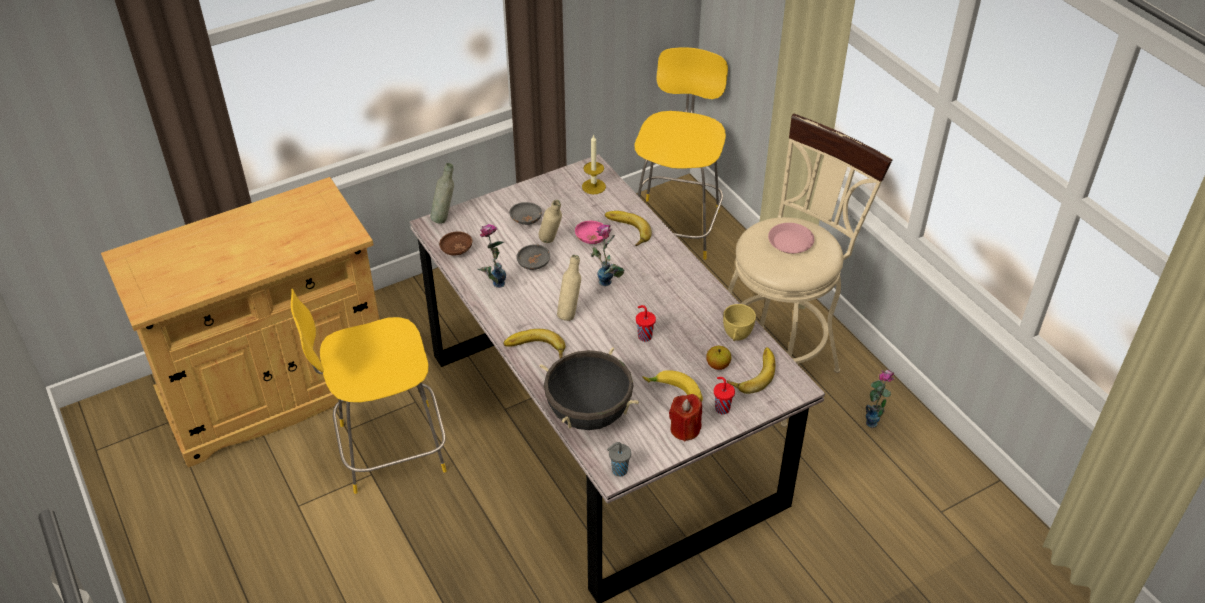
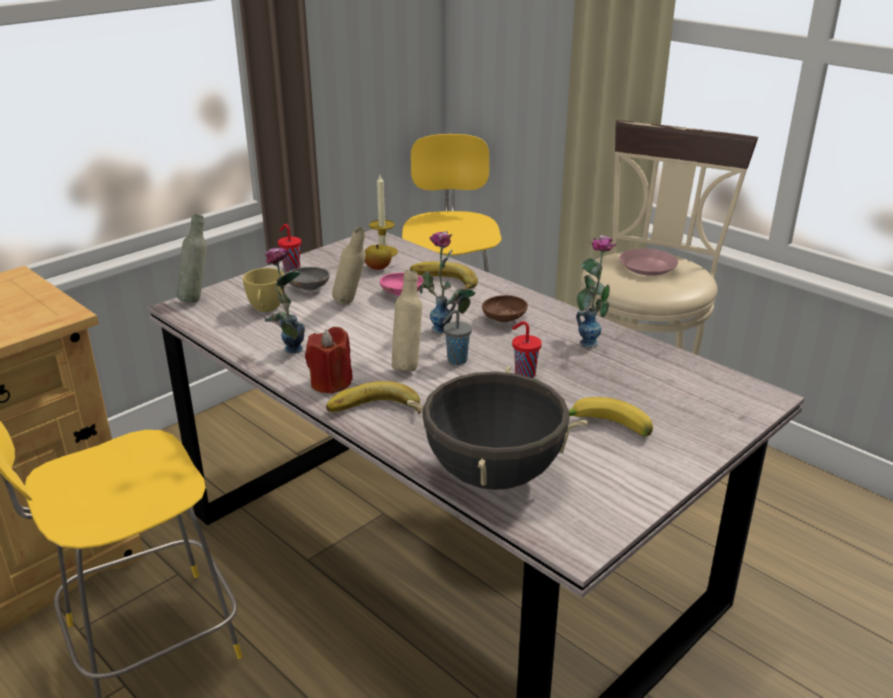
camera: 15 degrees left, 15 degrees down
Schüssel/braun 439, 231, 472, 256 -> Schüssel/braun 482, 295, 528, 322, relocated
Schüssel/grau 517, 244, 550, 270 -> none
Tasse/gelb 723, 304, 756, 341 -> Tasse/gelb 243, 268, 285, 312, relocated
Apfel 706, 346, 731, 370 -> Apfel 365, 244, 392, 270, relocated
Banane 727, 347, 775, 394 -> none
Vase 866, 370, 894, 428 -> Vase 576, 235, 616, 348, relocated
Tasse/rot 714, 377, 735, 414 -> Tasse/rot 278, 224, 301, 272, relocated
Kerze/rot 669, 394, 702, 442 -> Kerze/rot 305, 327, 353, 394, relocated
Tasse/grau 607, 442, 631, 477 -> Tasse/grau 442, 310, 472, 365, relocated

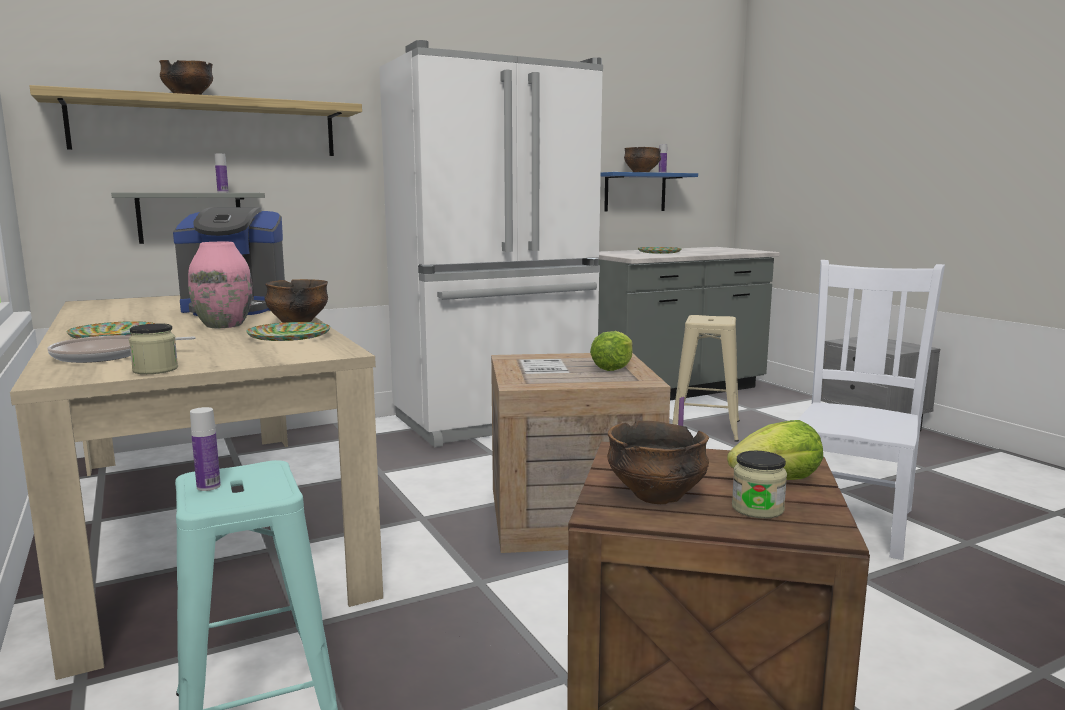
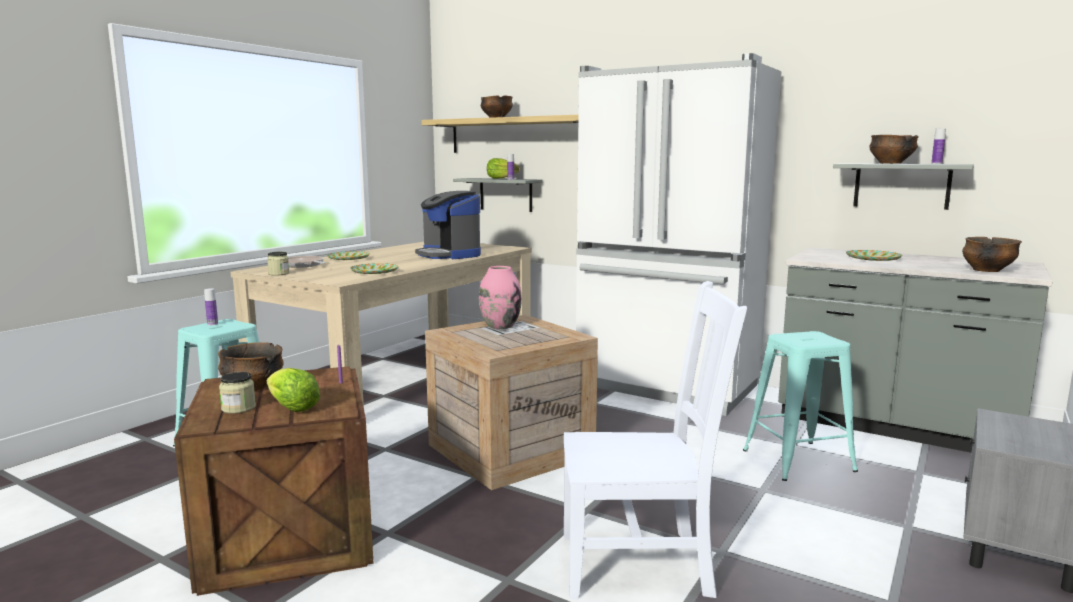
camera: 60 degrees right, 0 degrees up
Wandregal/blau 601, 172, 698, 212 -> Wandregal/grau 833, 163, 974, 210
Vase/rosa 188, 242, 253, 328 -> Vase/rosa 479, 266, 522, 329, relocated
Schüssel 265, 279, 328, 323 -> Schüssel 962, 237, 1022, 272, relocated
Hocker/beige 672, 315, 740, 442 -> Hocker/türkis 743, 331, 858, 481
Salatkopf 590, 331, 633, 371 -> Salatkopf 487, 158, 520, 179, relocated

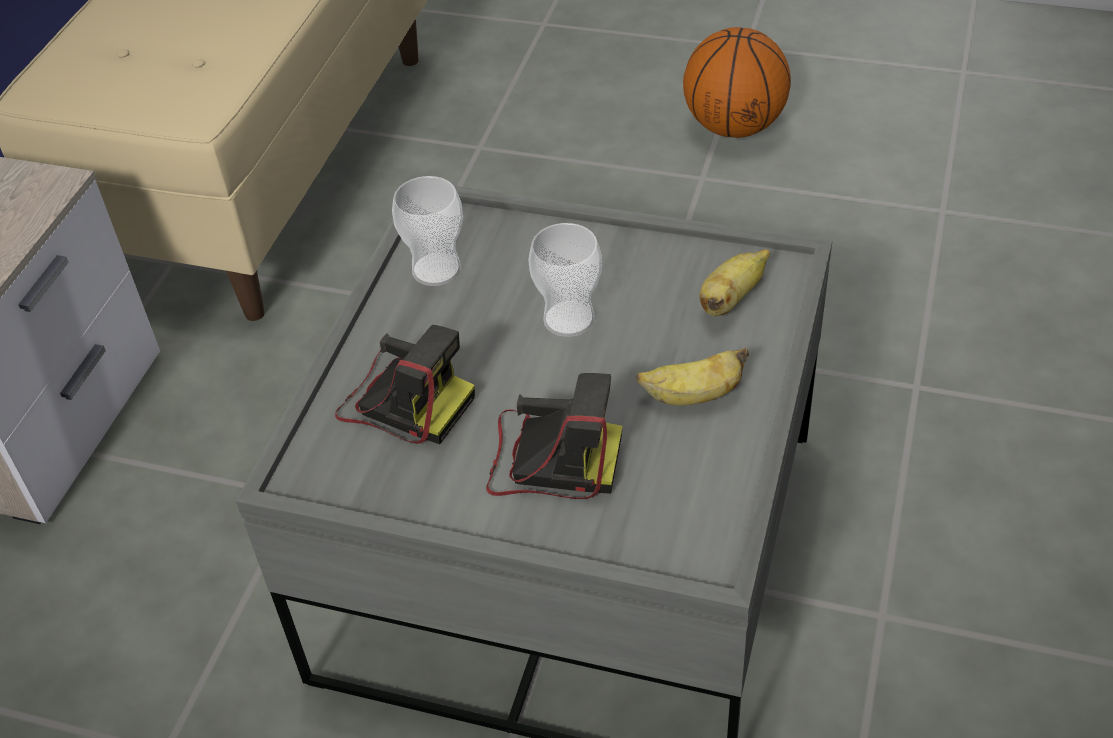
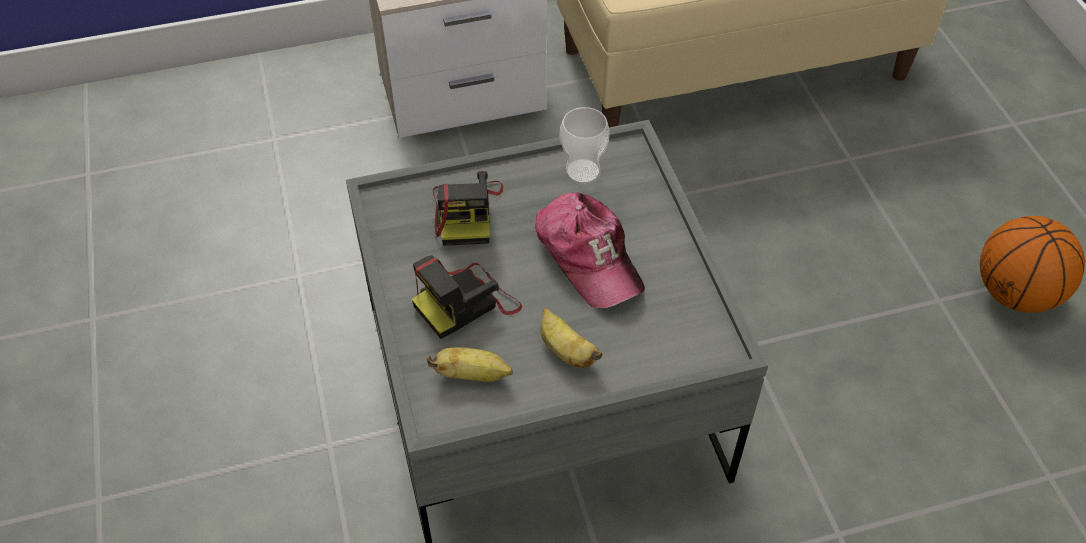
camera: 55 degrees right, 5 degrees up
Tasse 528, 223, 602, 337 -> Kappe 535, 193, 645, 308
Banane 699, 249, 770, 316 -> Banane 427, 347, 513, 382, relocated
Kamera 486, 373, 623, 499 -> Kamera 412, 255, 522, 339, 75 degrees clockwise

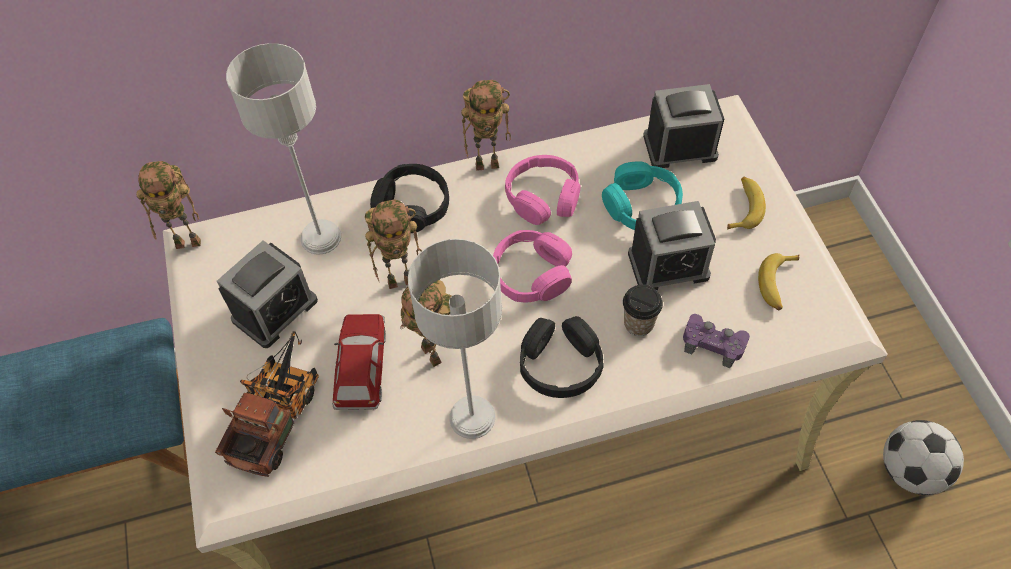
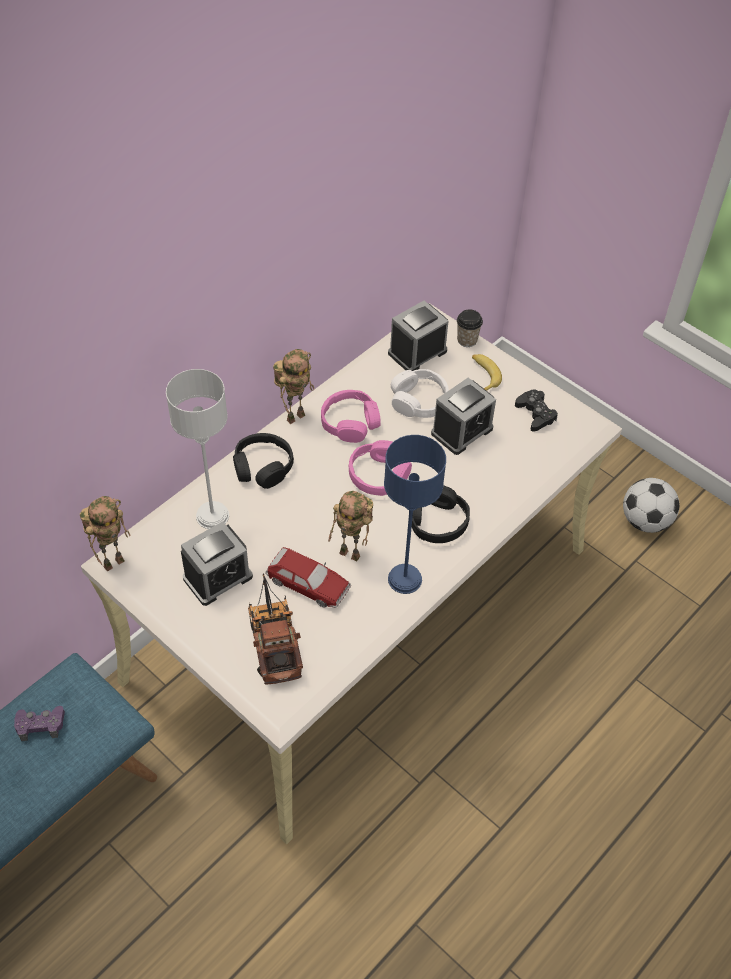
camera: 35 degrees left, 5 degrees down
Kopfhörer/türkis 602, 161, 683, 230 -> Kopfhörer/weiß 391, 369, 449, 418
Spielzeugroboter 365, 199, 422, 289 -> none
Tischlampe/grau 408, 239, 502, 439 -> Tischlampe/blau 384, 435, 446, 594
Wecker 217, 240, 318, 348 -> Wecker 181, 521, 253, 606, 45 degrees clockwise
Banane 758, 253, 799, 311 -> Gamepad/schwarz 515, 390, 558, 432
Tasse 623, 284, 663, 336 -> Tasse 457, 309, 483, 347, relocated
Spielzeugauto 332, 314, 386, 410 -> Spielzeugauto 265, 547, 351, 608, 150 degrees clockwise
Gamepad/lila 683, 314, 750, 368 -> Gamepad/lila 14, 706, 65, 741, relocated

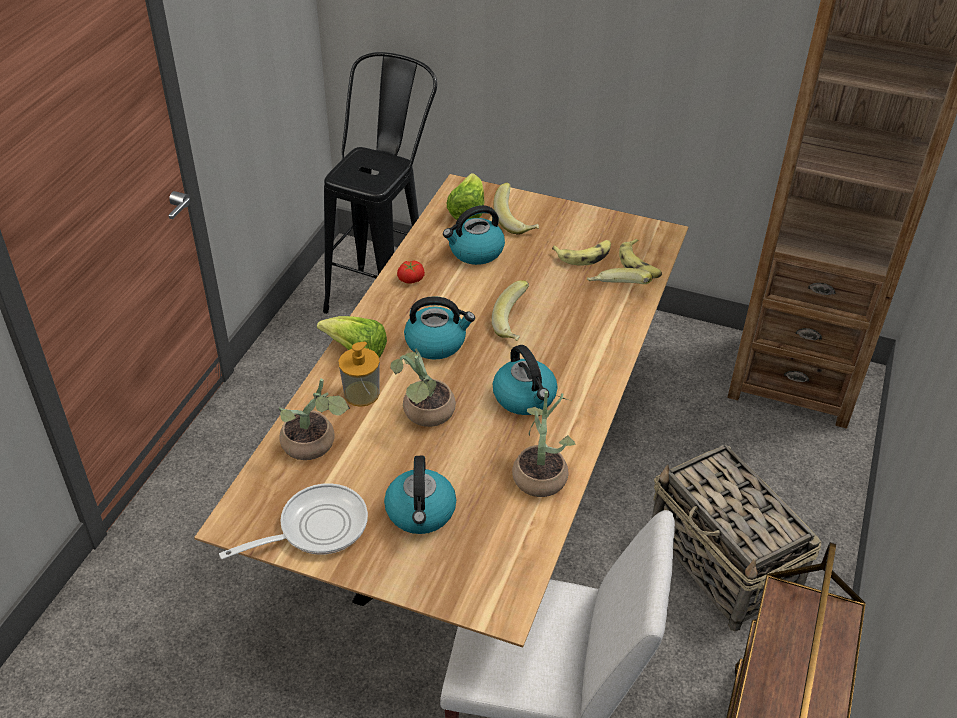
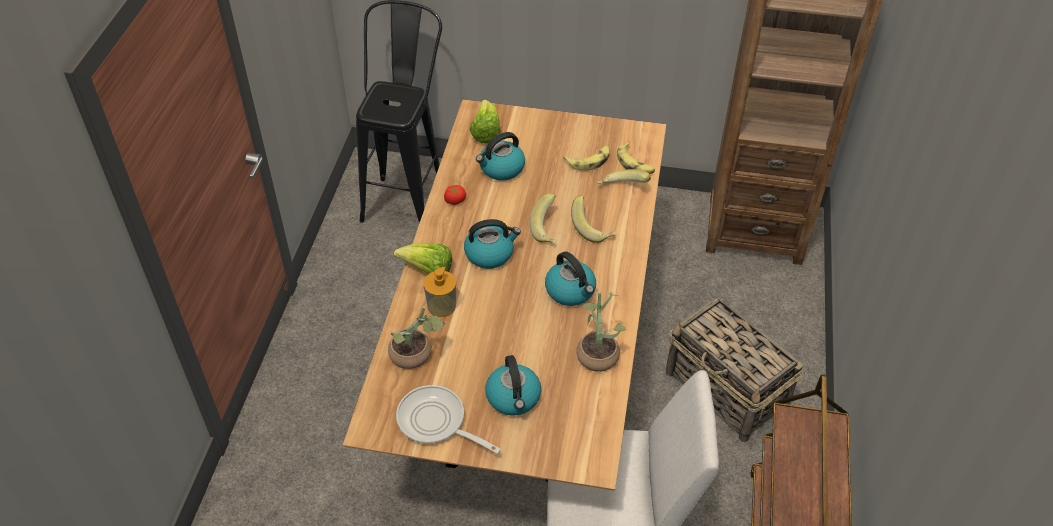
camera: 10 degrees left, 5 degrees up
Banane 493, 183, 539, 235 -> Banane 571, 195, 616, 243, relocated
Topfpflanze 390, 348, 456, 427 -> none
Pfanne 219, 483, 368, 559 -> Pfanne 396, 385, 501, 454, 105 degrees counterclockwise

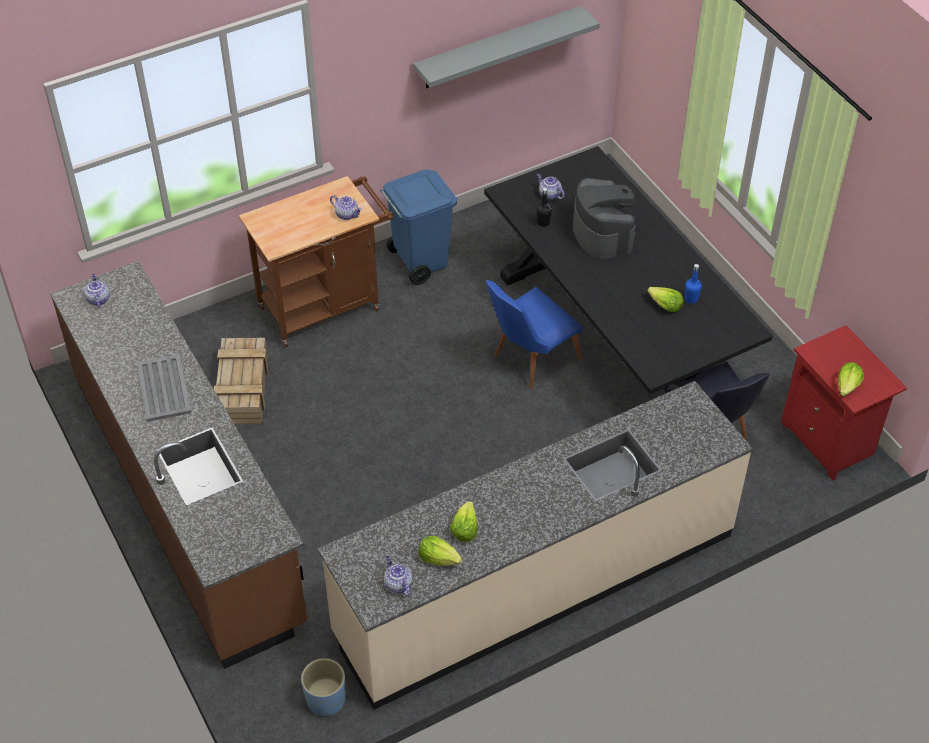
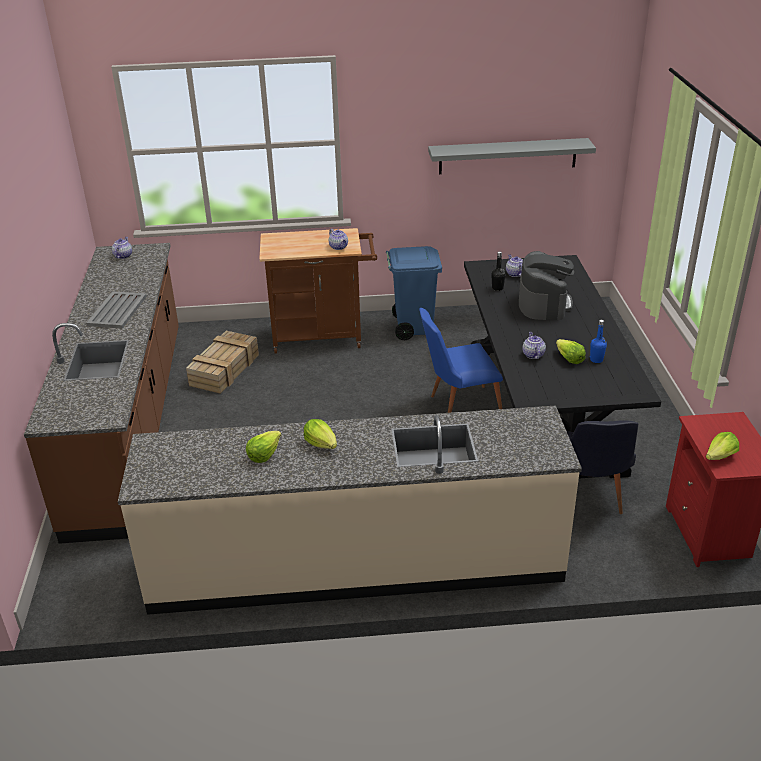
camera: 25 degrees right, 15 degrees down
Salatkopf 418, 536, 462, 565 -> Salatkopf 304, 419, 337, 449, relocated
Teekanne 384, 556, 413, 597 -> Teekanne 522, 332, 546, 359, relocated
Pflanzkübel/blau 301, 658, 346, 716 -> none

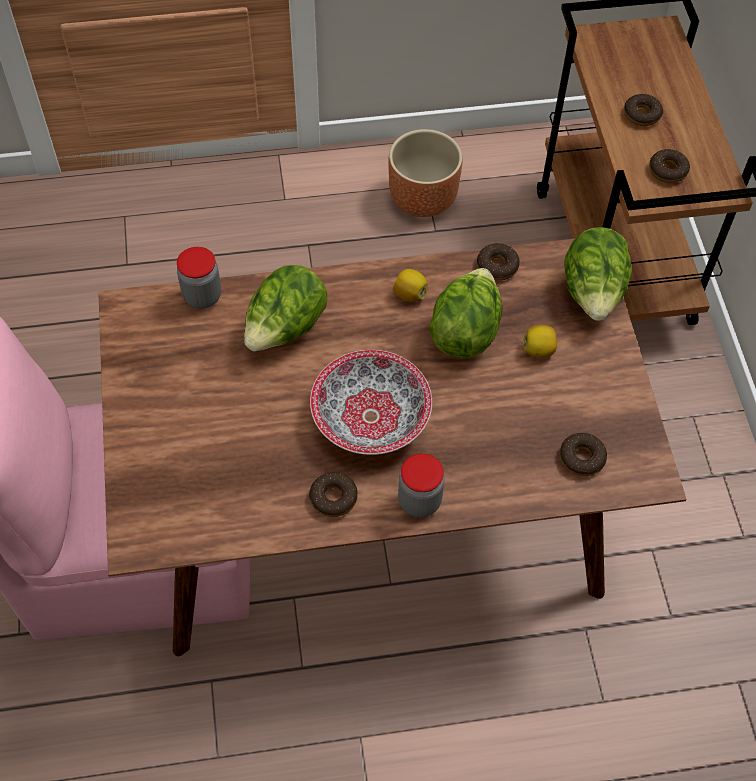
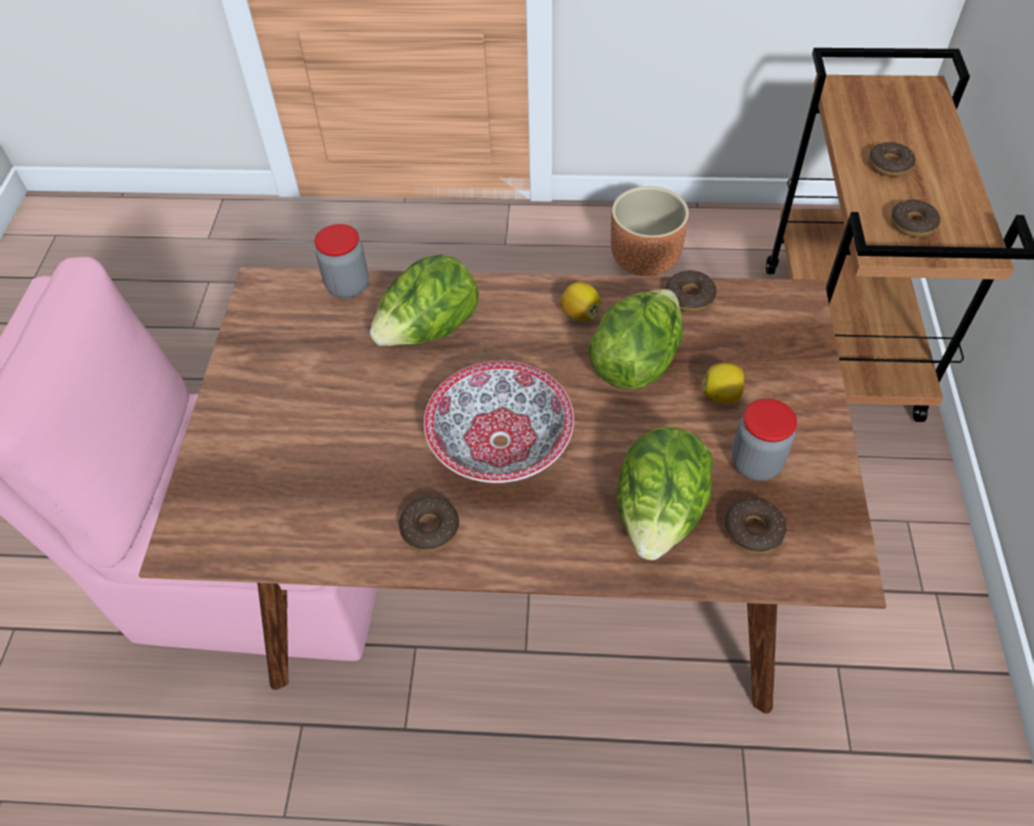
camera: 15 degrees right, 5 degrees down
Salatkopf 564, 227, 632, 321 -> Salatkopf 617, 427, 713, 560, relocated
Vorratsglas 398, 454, 444, 518 -> Vorratsglas 732, 398, 797, 481, relocated

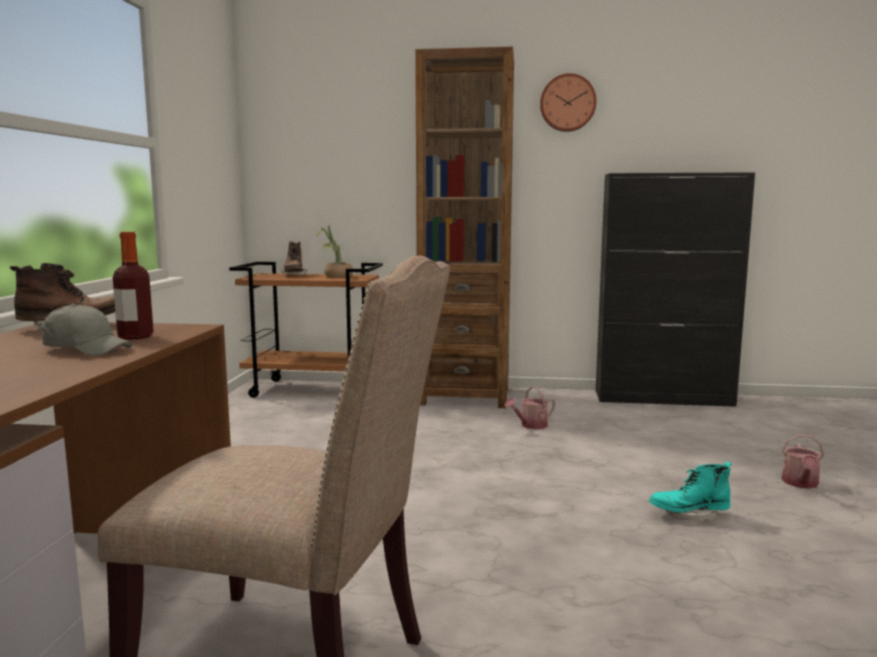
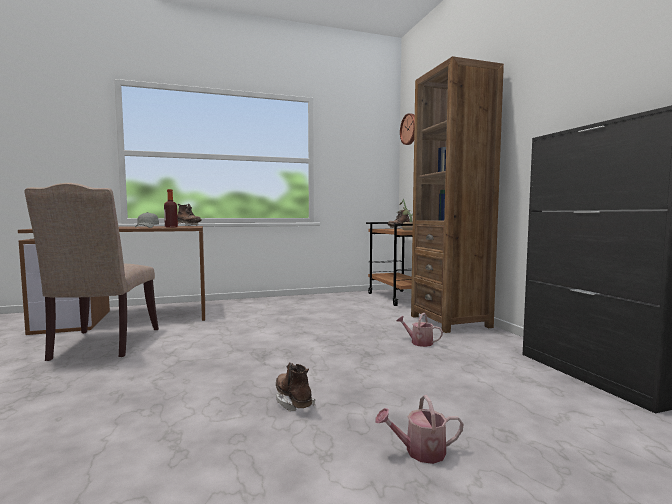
camera: 65 degrees right, 5 degrees down
Wanduhr 540, 73, 597, 132 -> Wanduhr 400, 113, 415, 145, relocated
Stiefel/türkis 649, 462, 732, 521 -> Stiefel/braun 276, 362, 315, 412

